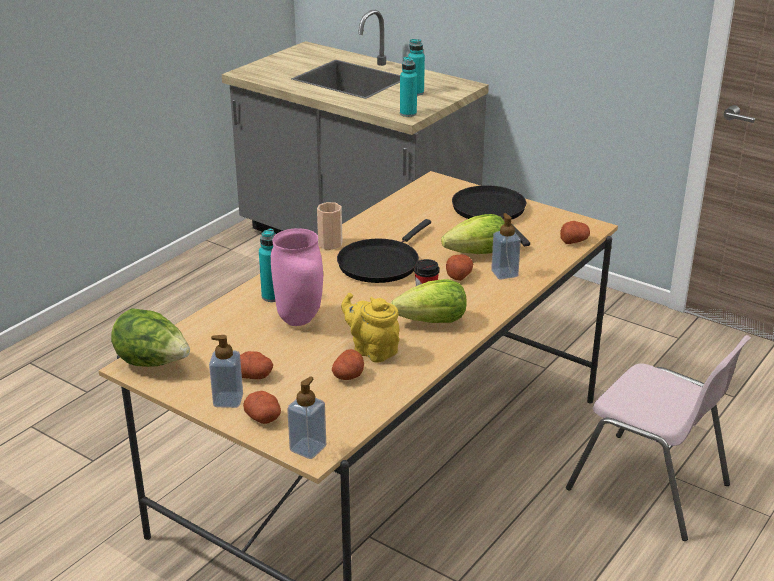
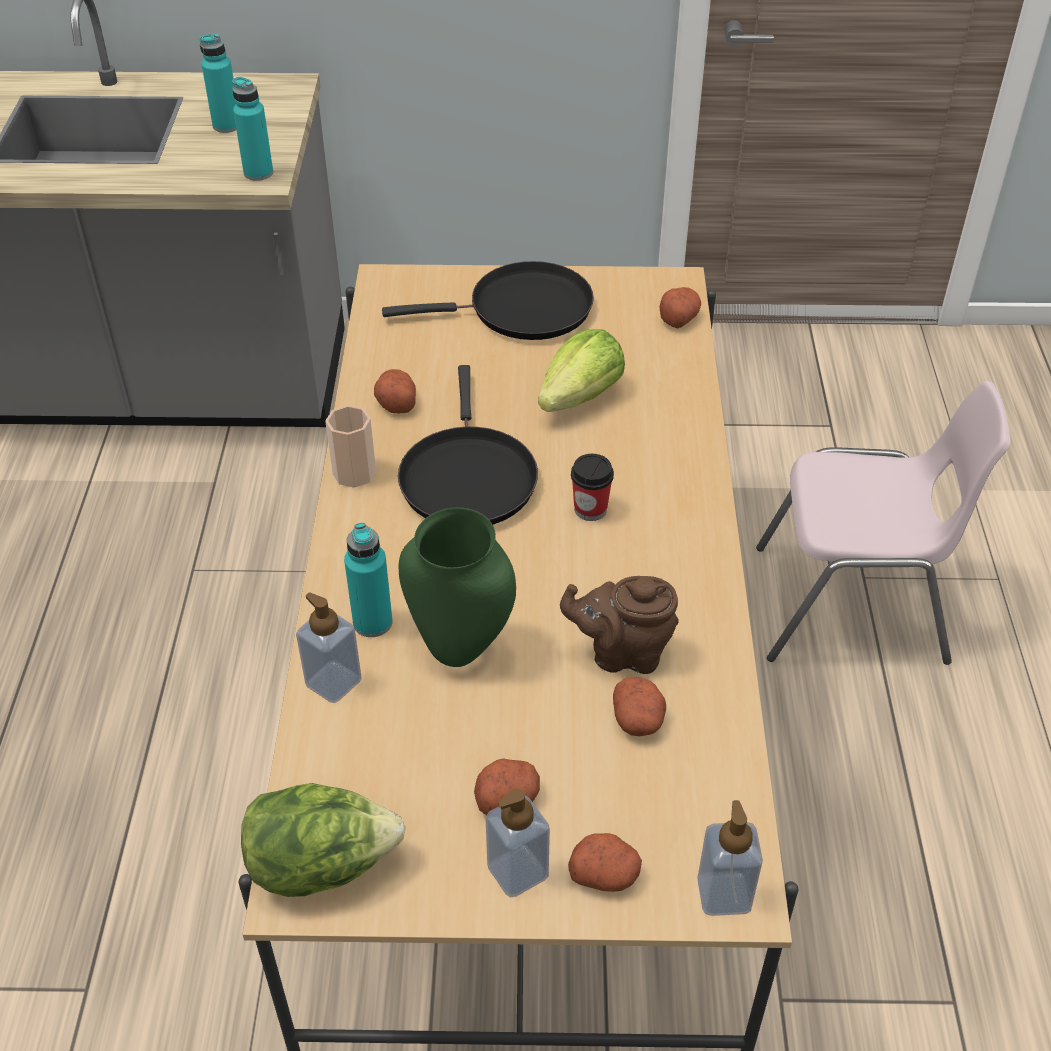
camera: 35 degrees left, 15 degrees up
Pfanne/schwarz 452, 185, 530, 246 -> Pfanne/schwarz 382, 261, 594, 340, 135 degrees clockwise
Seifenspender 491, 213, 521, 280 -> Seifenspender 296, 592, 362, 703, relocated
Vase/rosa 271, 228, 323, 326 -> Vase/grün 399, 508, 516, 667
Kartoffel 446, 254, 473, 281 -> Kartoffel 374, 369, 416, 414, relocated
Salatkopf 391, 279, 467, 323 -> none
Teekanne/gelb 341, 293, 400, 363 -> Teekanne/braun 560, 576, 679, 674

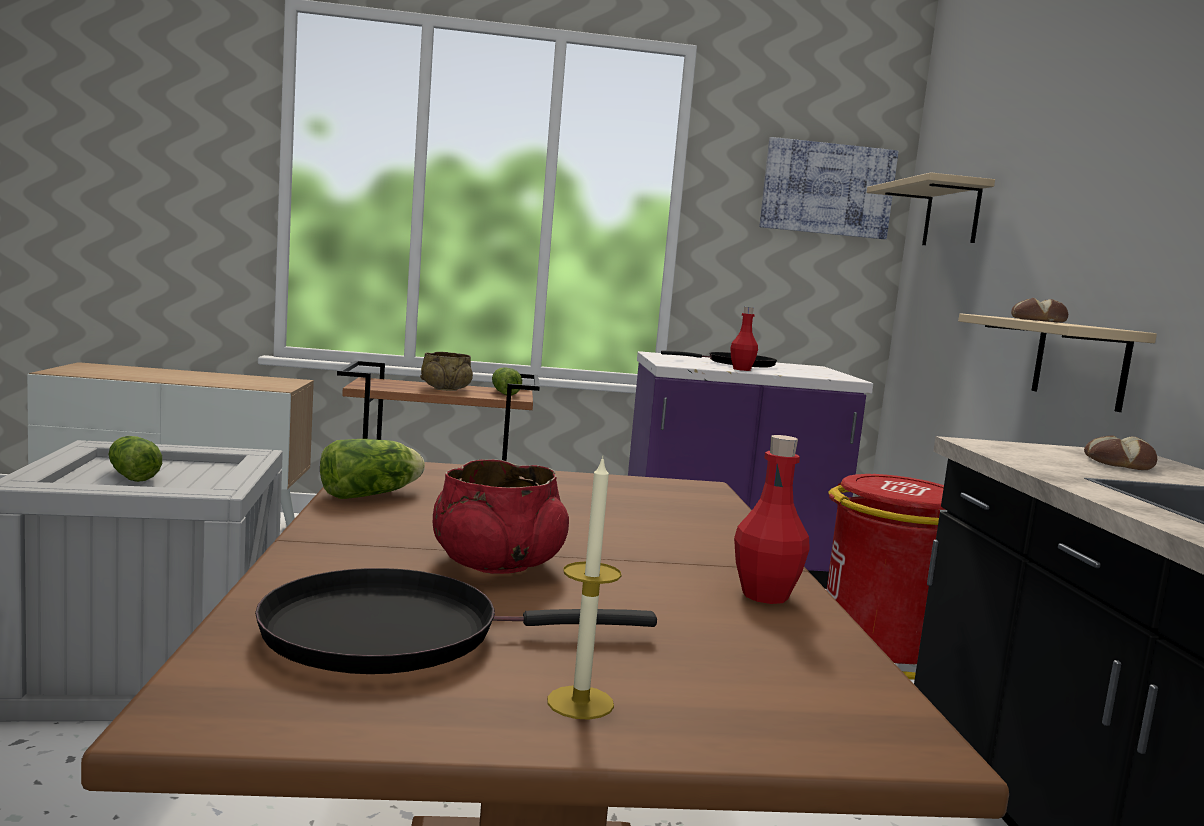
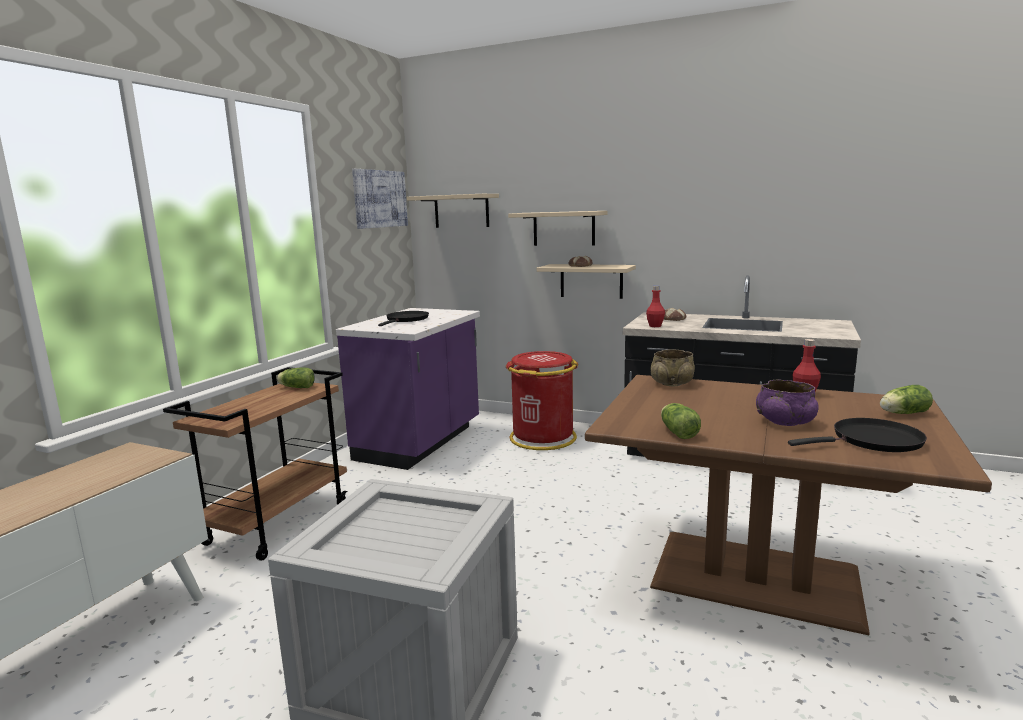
camera: 60 degrees left, 5 degrees up
Flasche/rot 730, 307, 758, 371 -> Flasche/rot 646, 286, 665, 327, relocated
Schüssel/beige 420, 352, 473, 391 -> Schüssel/beige 651, 349, 695, 386, relocated
Salatkopf 109, 436, 162, 482 -> Salatkopf 880, 385, 933, 414, relocated
Kerze 547, 456, 622, 720 -> none
Schüssel/rot 432, 459, 569, 574 -> Schüssel/lila 756, 380, 819, 426
Pfanne/schwarz 255, 568, 657, 674 -> Pfanne/schwarz 788, 418, 927, 452, 120 degrees counterclockwise
none -> Wandregal/beige 508, 211, 607, 246

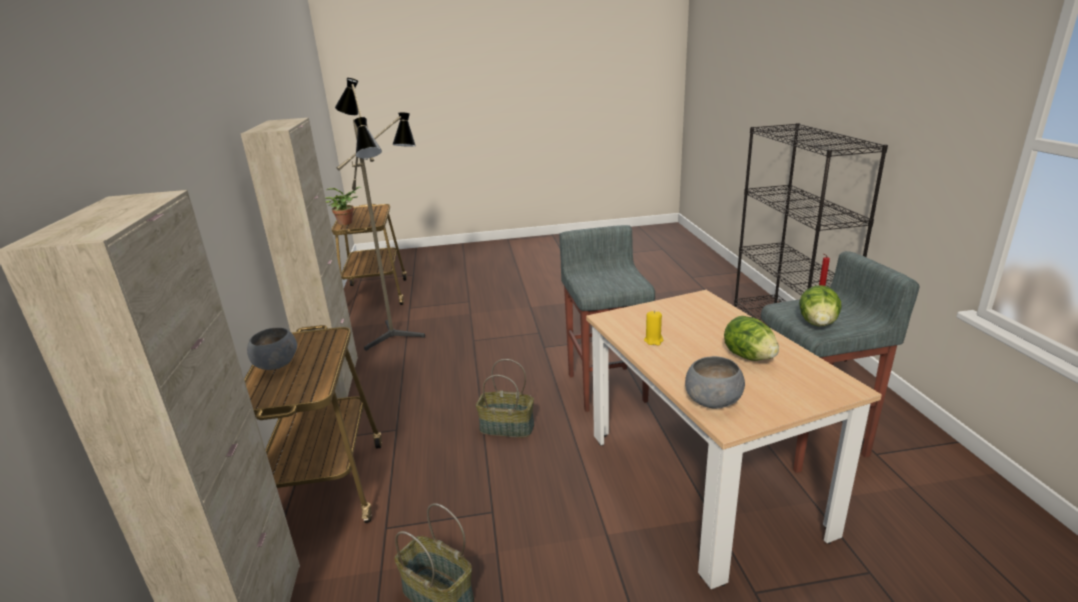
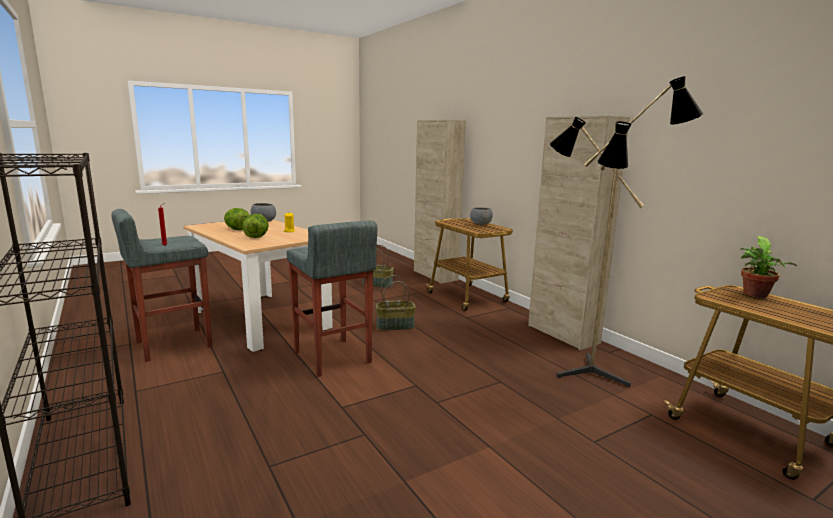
camera: 155 degrees right, 10 degrees down
Salatkopf 799, 285, 842, 327 -> Salatkopf 242, 214, 269, 238, relocated

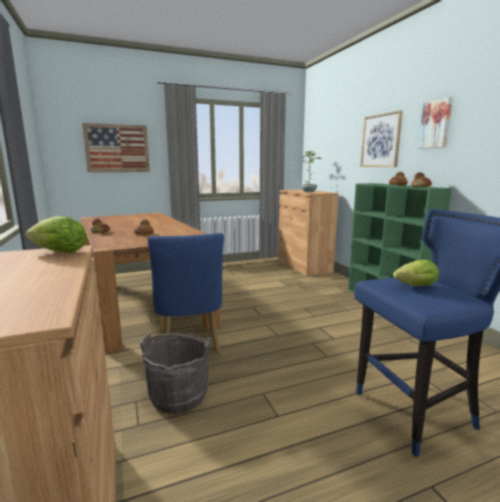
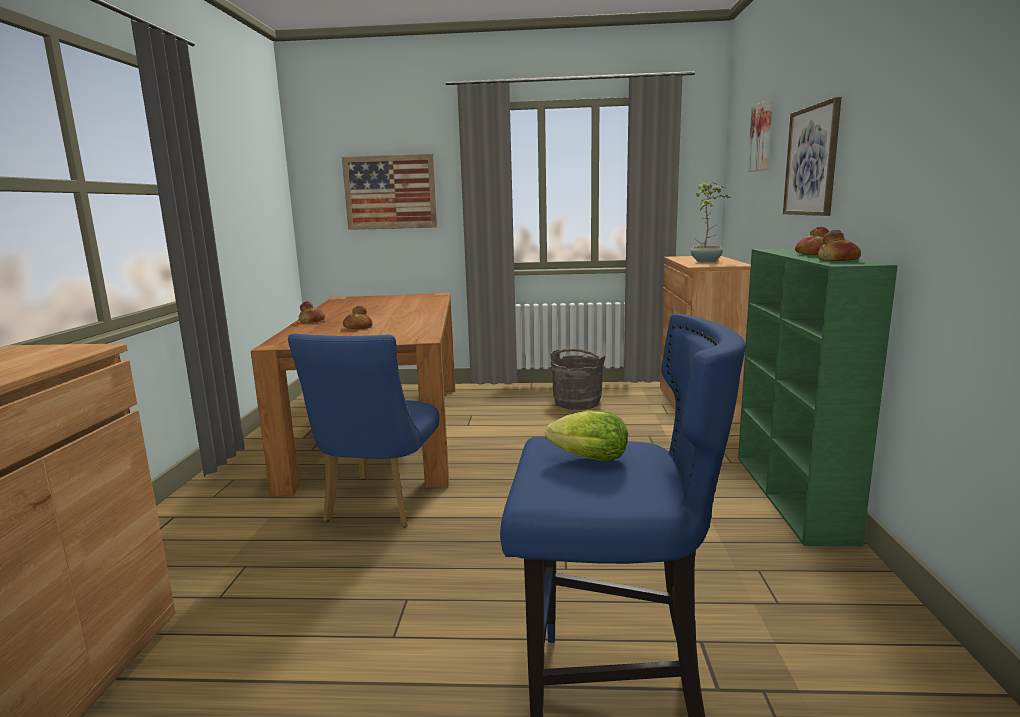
camera: 25 degrees right, 0 degrees up
Bild 418, 97, 453, 149 -> Bild 748, 100, 773, 172, relocated
Salatkopf 25, 216, 87, 253 -> none
Eimer/grau 140, 333, 211, 414 -> Eimer/grau 550, 349, 606, 410, relocated

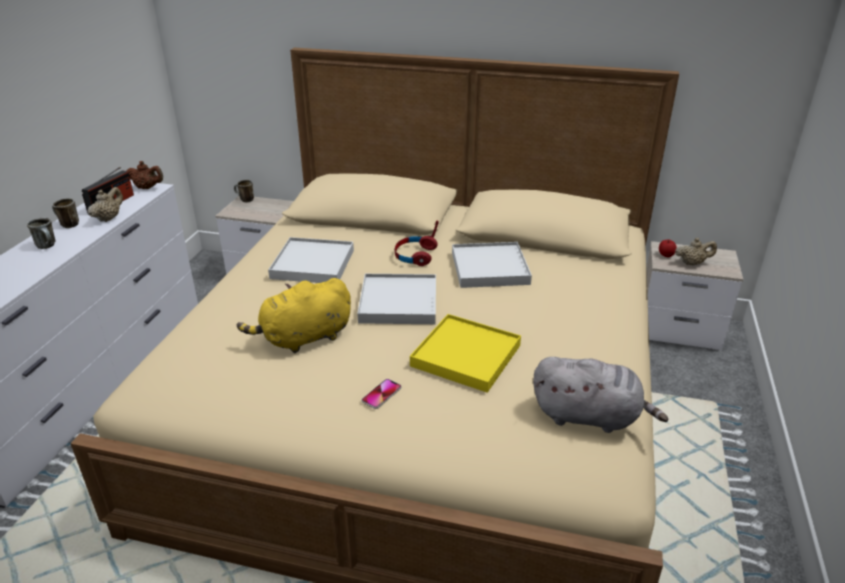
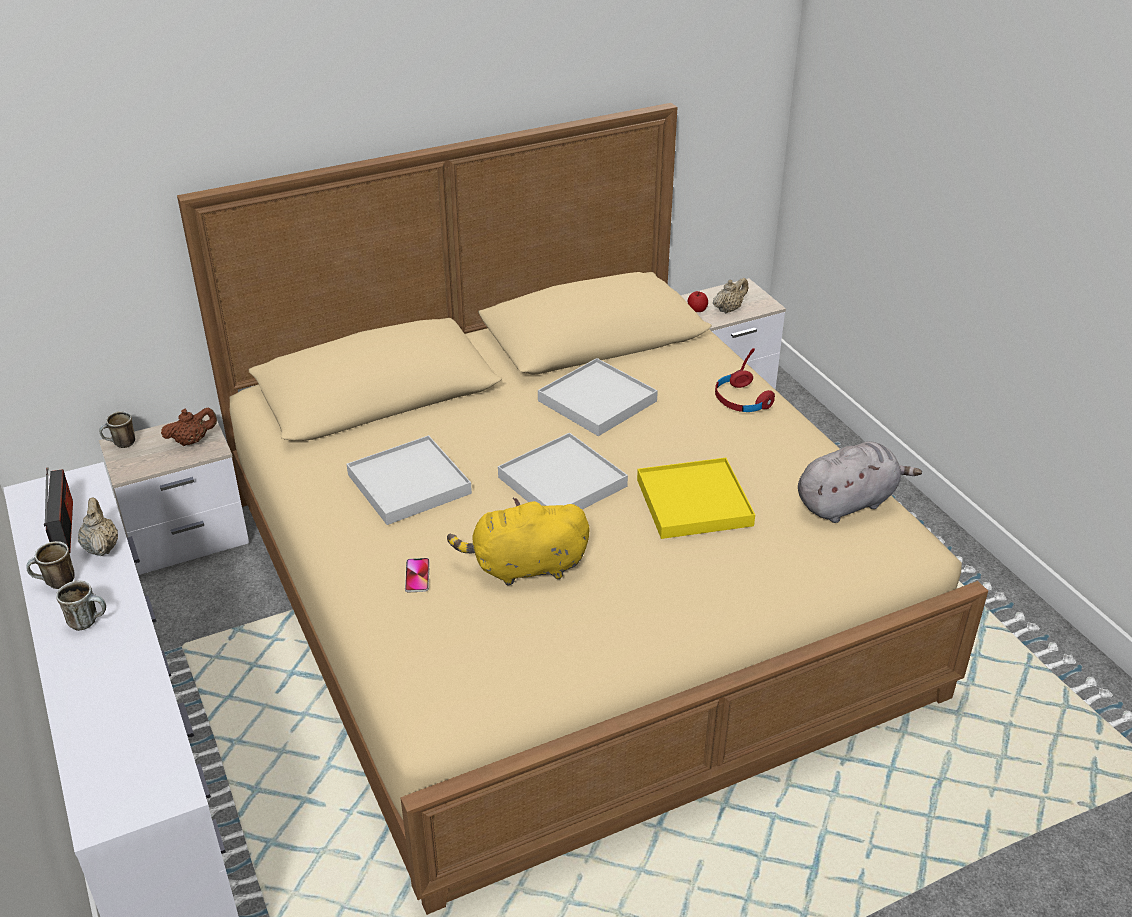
camera: 40 degrees left, 5 degrees up
Teekanne/braun 126, 161, 163, 189 -> Teekanne/braun 161, 407, 217, 446, relocated
Kopfhörer/rot 395, 220, 439, 266 -> Kopfhörer/rot 715, 348, 775, 412, relocated
Plüschtier/gelb 237, 278, 351, 353 -> Plüschtier/gelb 447, 498, 590, 586, 60 degrees clockwise
Handy 362, 379, 401, 409 -> Handy 405, 558, 430, 592, relocated

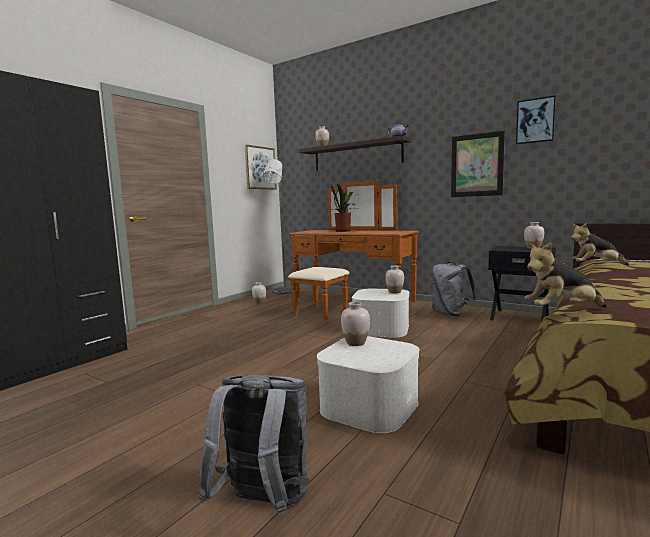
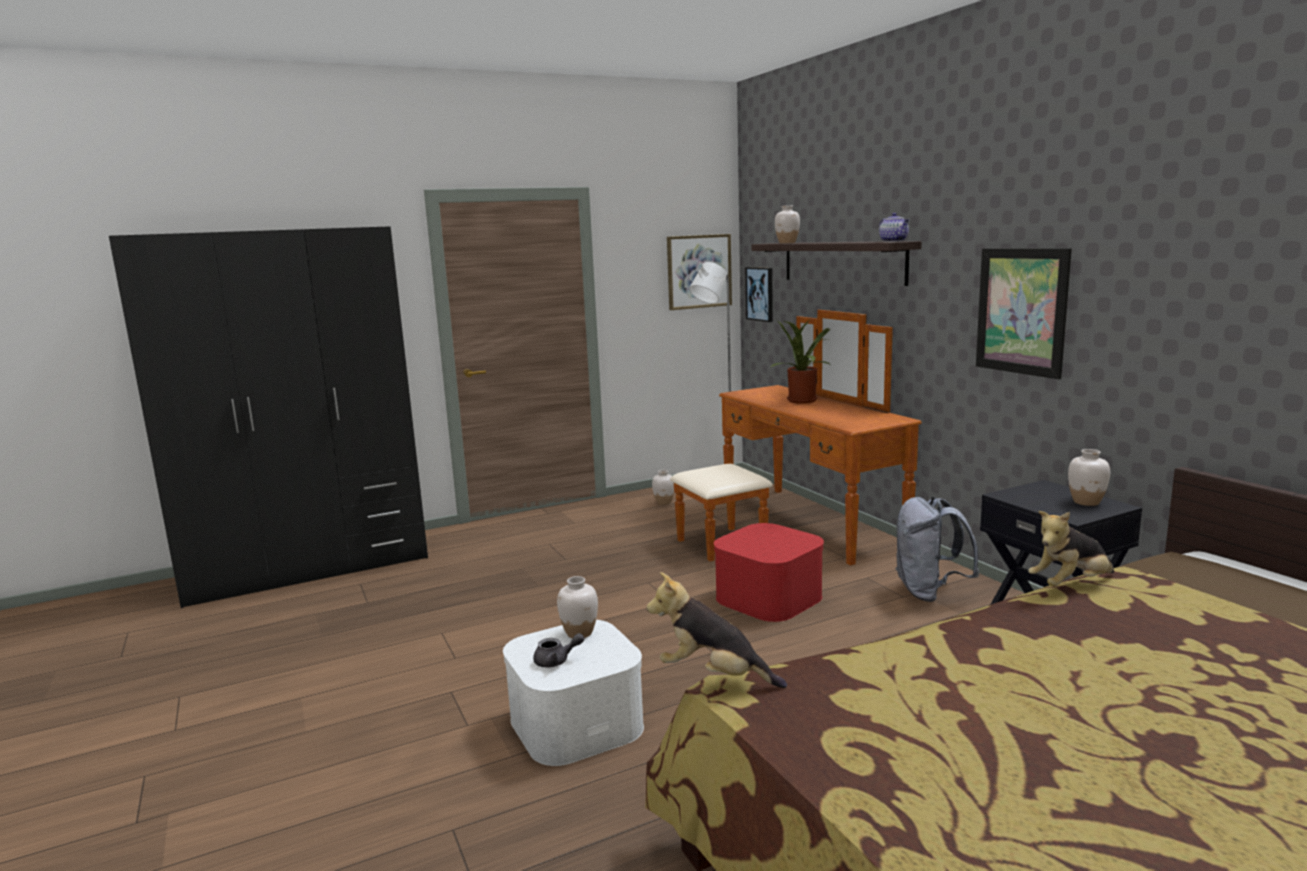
camera: 30 degrees right, 5 degrees up
Bild 516, 95, 556, 144 -> Bild 745, 267, 773, 322, relocated
Plüschtier 571, 223, 629, 266 -> Plüschtier 1028, 511, 1114, 586, 60 degrees counterclockwise
Vase/weiß 385, 265, 404, 293 -> none
Aufbewahrungsbox/weiß 352, 289, 409, 338 -> Aufbewahrungsbox/rot 714, 523, 824, 622
Rucksack/grau 198, 375, 309, 515 -> none
none -> Teekanne/grau 533, 633, 584, 668

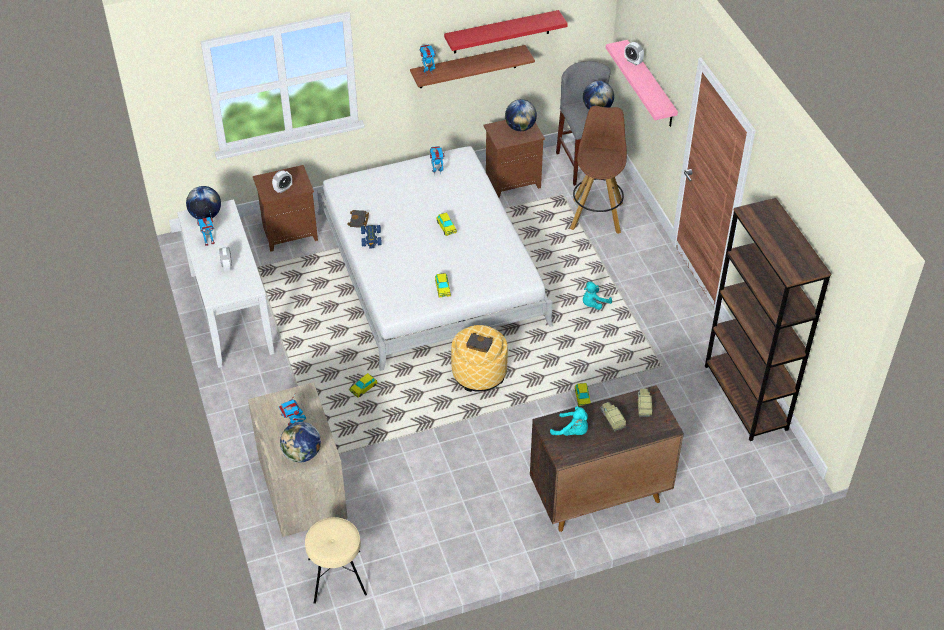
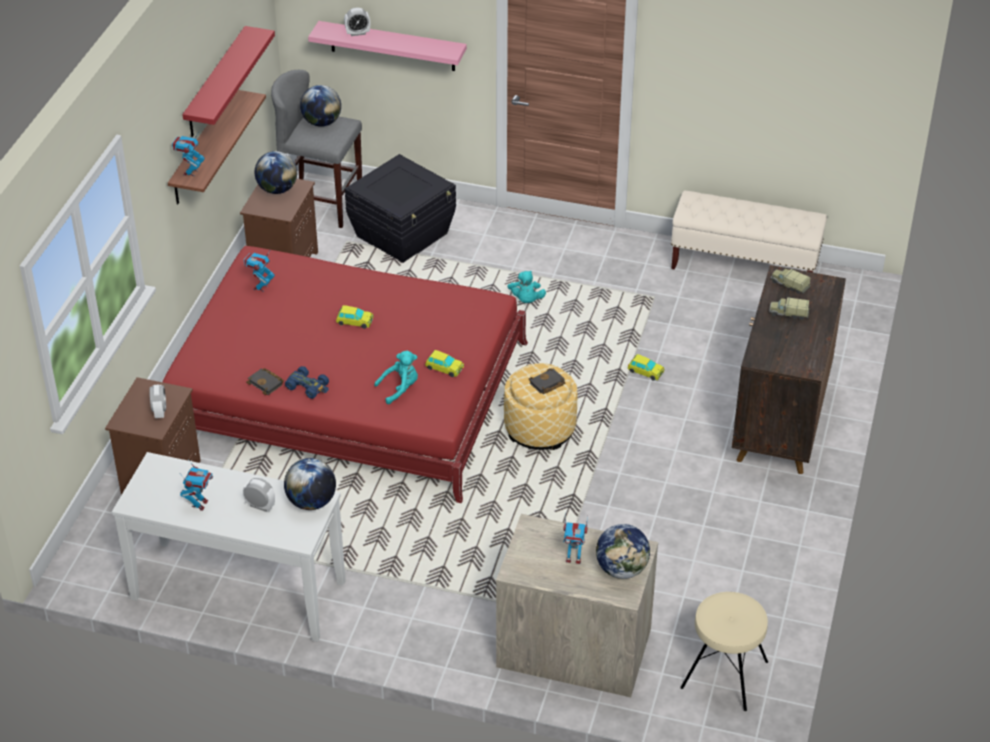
camera: 55 degrees left, 5 degrees down
Hocker/braun 570, 106, 627, 234 -> Aufbewahrungsbox/schwarz 345, 154, 456, 263
Bett/weiß 317, 146, 553, 371 -> Bett/rot 163, 246, 528, 503
Globus 186, 186, 221, 220 -> Globus 284, 458, 336, 510, relocated
Bücherregal/braun 705, 198, 831, 441 -> Bank/beige 671, 190, 827, 272
Spielzeugauto 349, 373, 377, 398 -> none
Plüschtier/türkis 550, 406, 588, 436 -> Plüschtier/türkis 374, 351, 418, 404, relocated

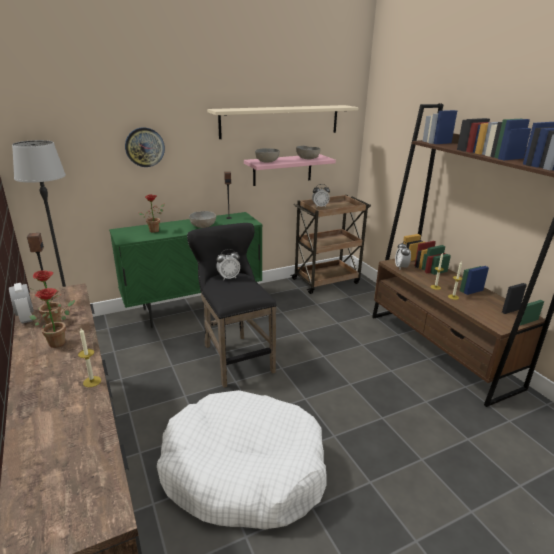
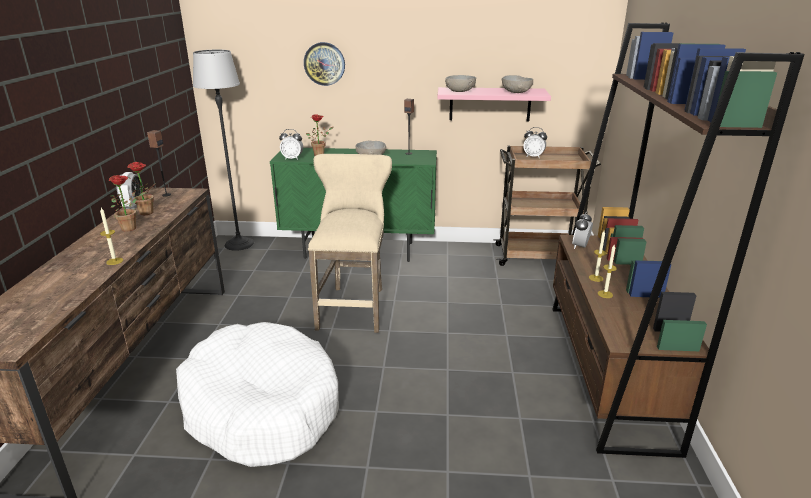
camera: 30 degrees right, 0 degrees up
Wandregal/beige 207, 105, 358, 139 -> none
Hocker/schwarz 187, 223, 277, 388 -> Hocker/beige 308, 154, 392, 333
Wecker 216, 249, 240, 280 -> Wecker 279, 129, 303, 160, relocated

